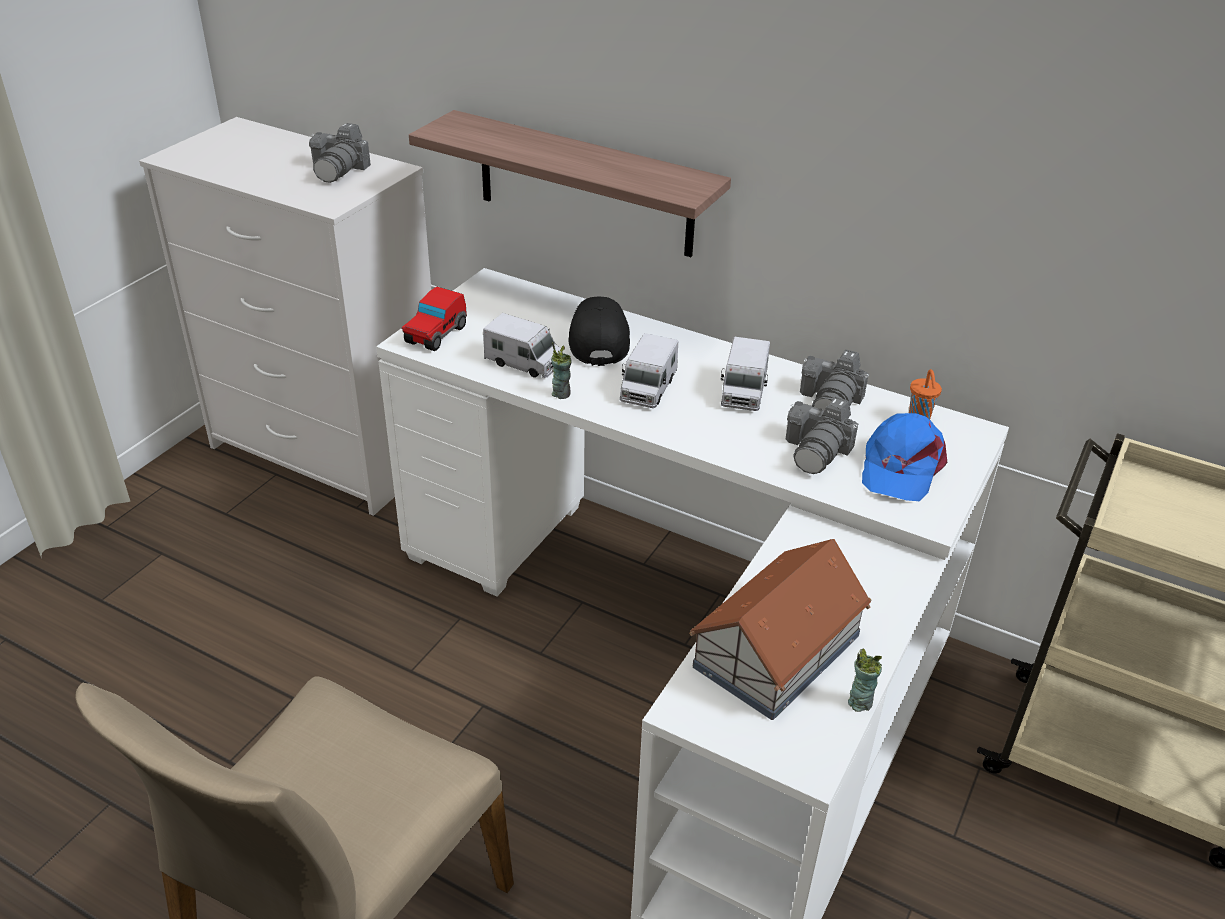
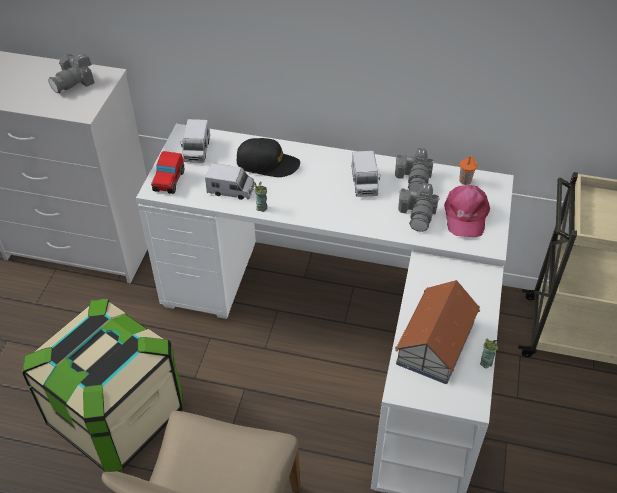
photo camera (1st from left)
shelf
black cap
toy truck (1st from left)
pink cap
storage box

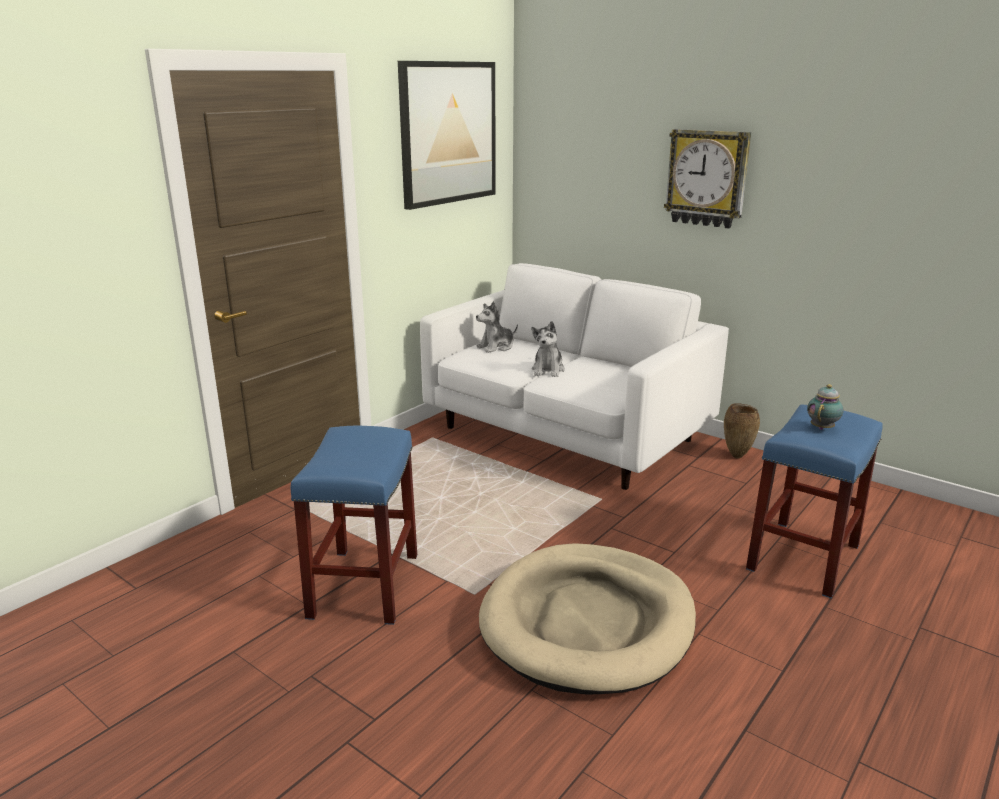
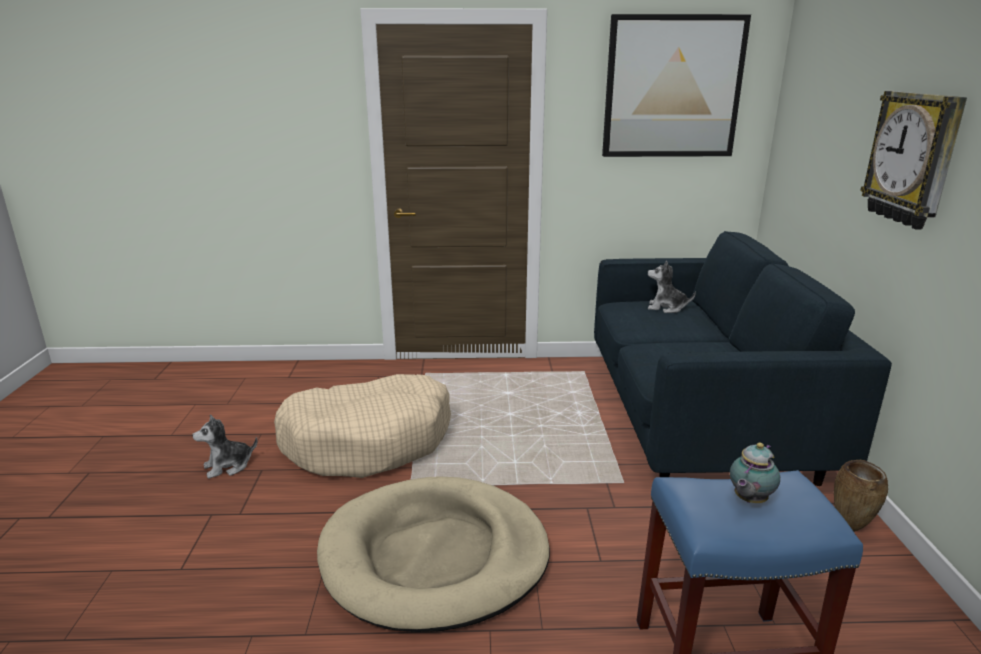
beige dog bed (1st from left)
blue sofa
plush toy (1st from left)
teapot

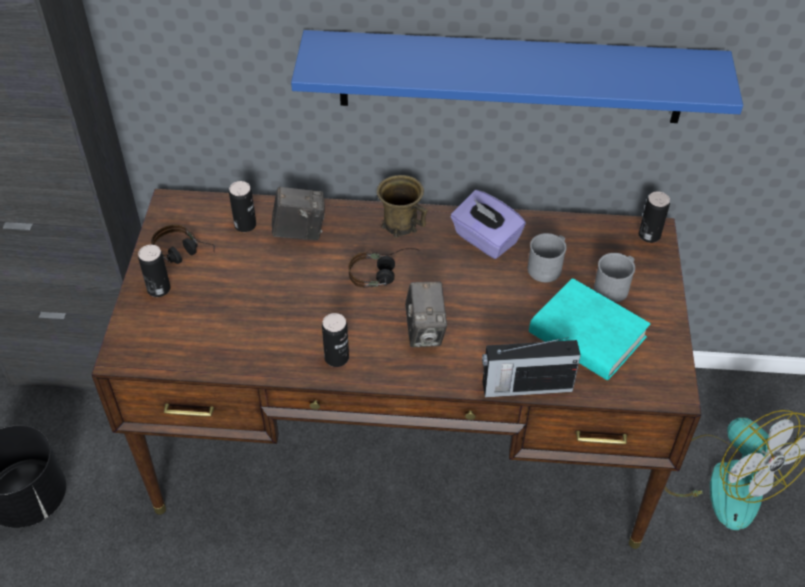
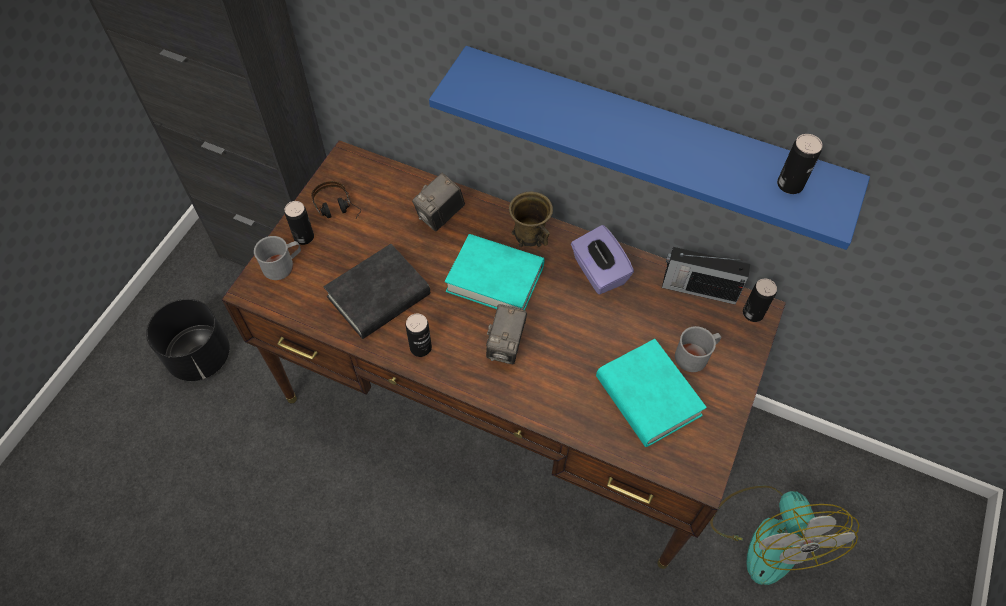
can (4th from left)
photo camera (1st from left)
turquoise book (1st from left)
radio
grey mug (1st from left)
black book

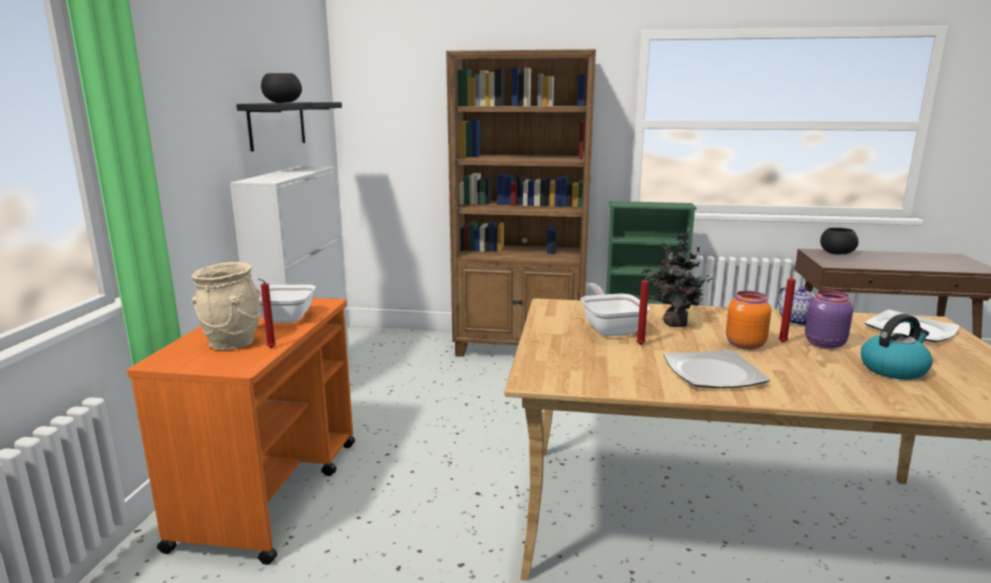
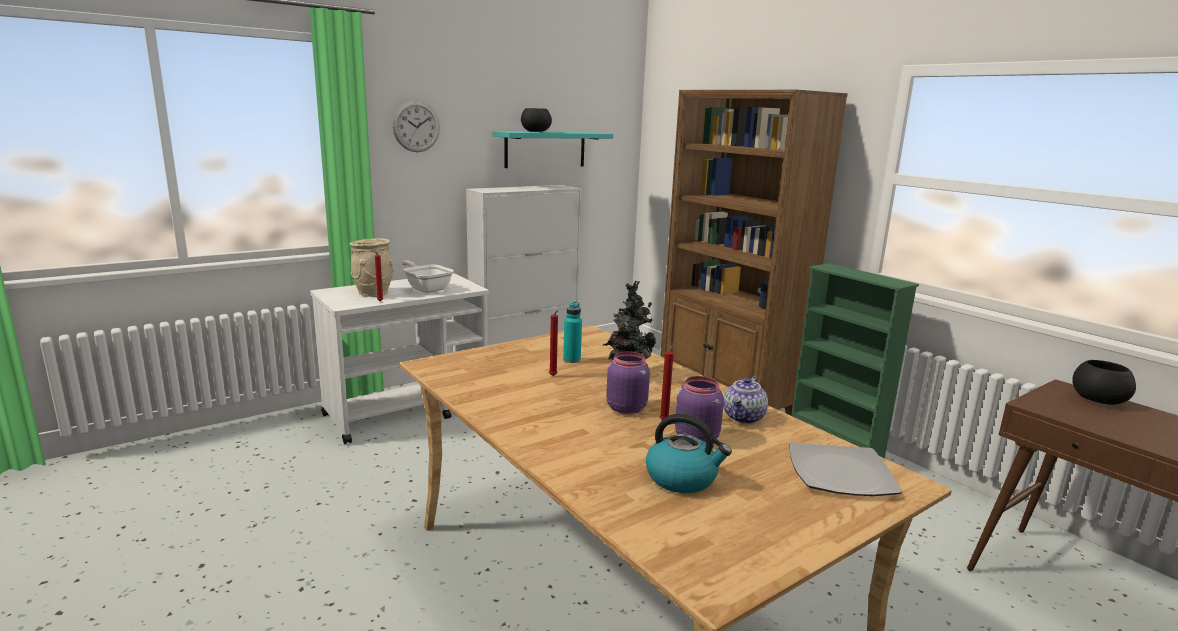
white cart
turquoise shelf
turquoise bottle
plate (1st from left in the first image)
purple jar (1st from left)
wall clock

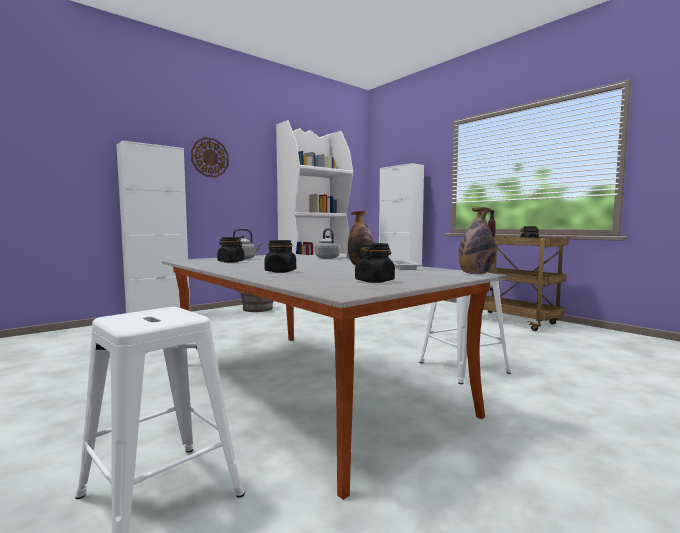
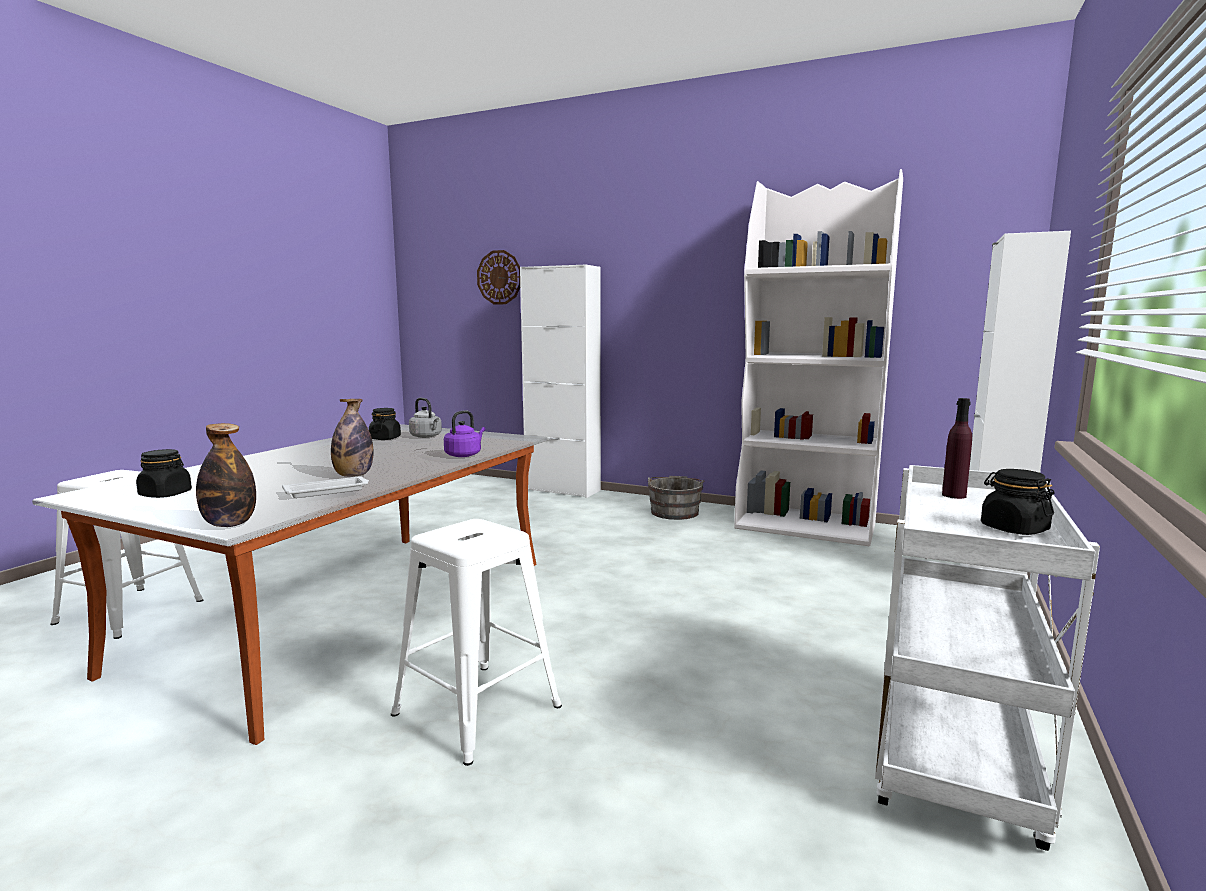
wall clock
black jar (2nd from left in the first image)
purple kettle
white cart

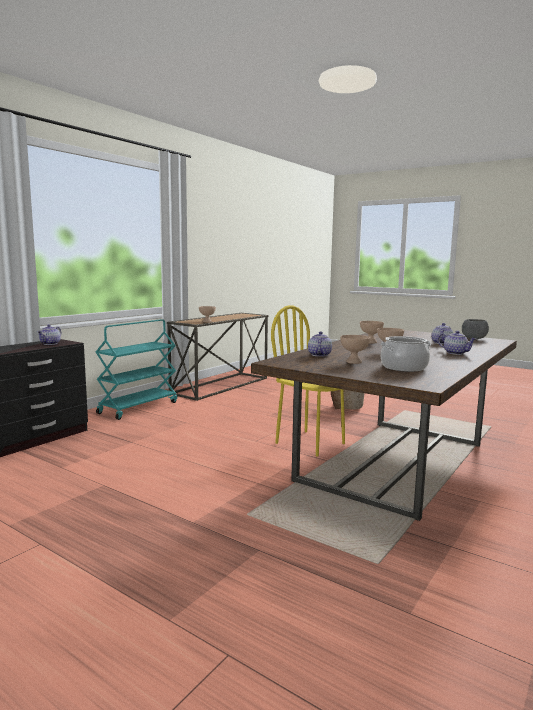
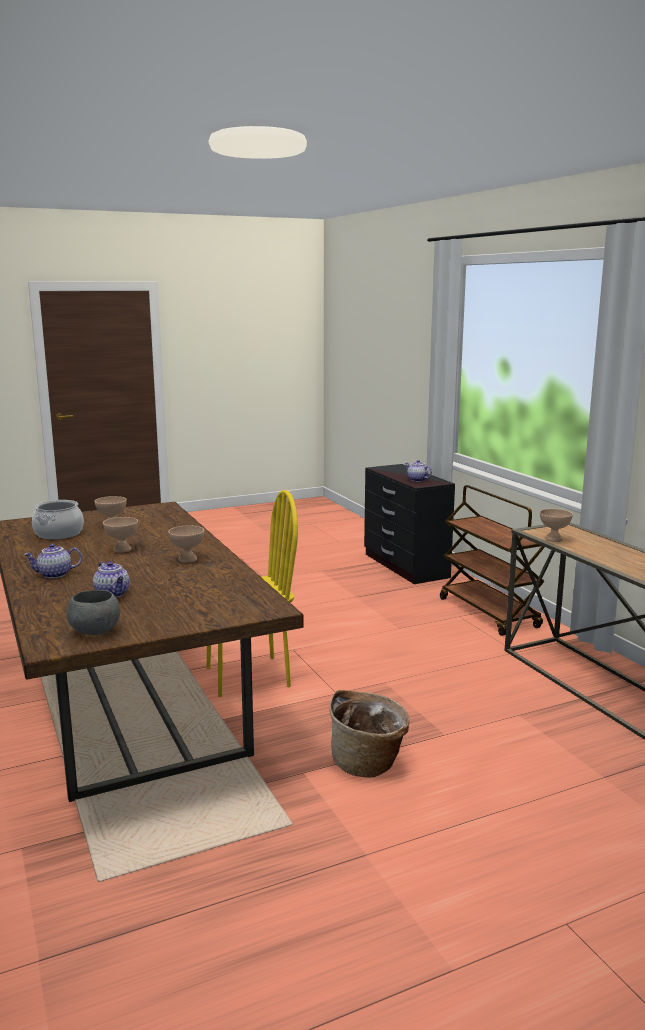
brown cart
teapot (2nd from left in the first image)

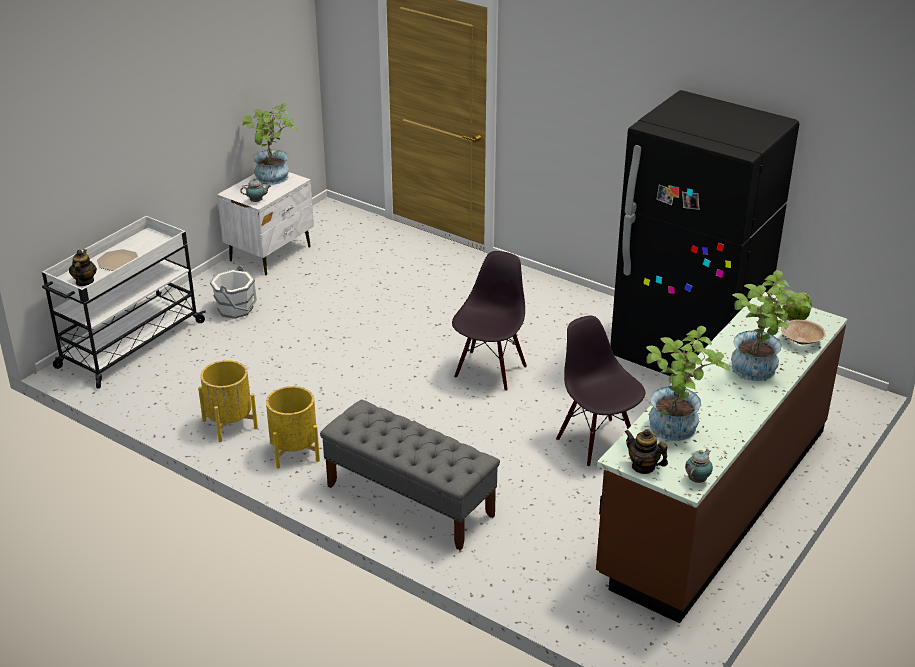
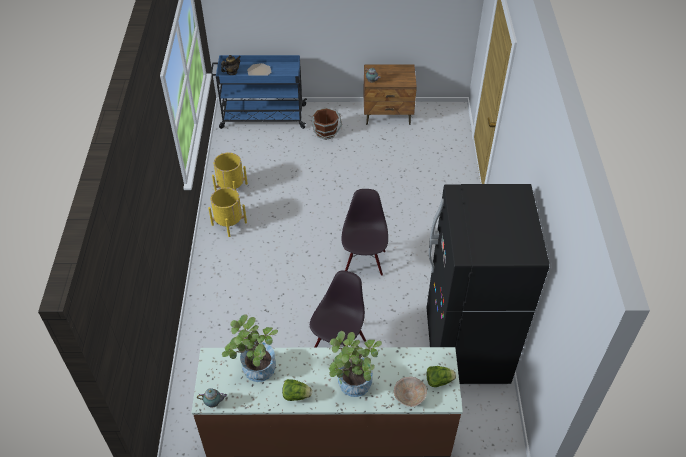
blue cart
brown bucket
brown nightstand
potted plant (1st from left in the first image)
grey bench
black chair (2nd from left)
teapot (3rd from left in the first image)
lettuce (1st from left)

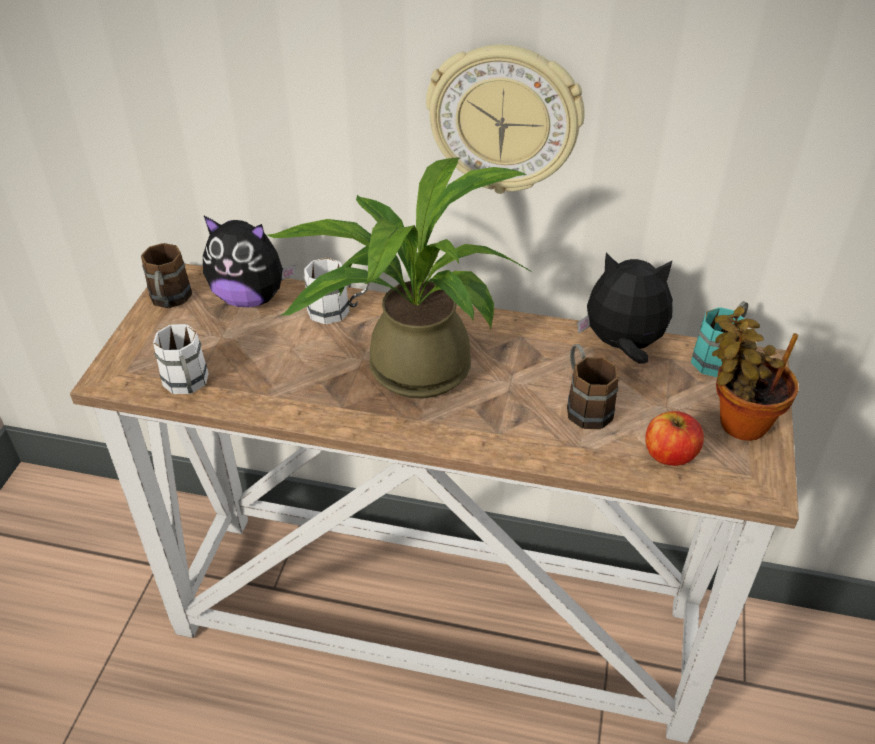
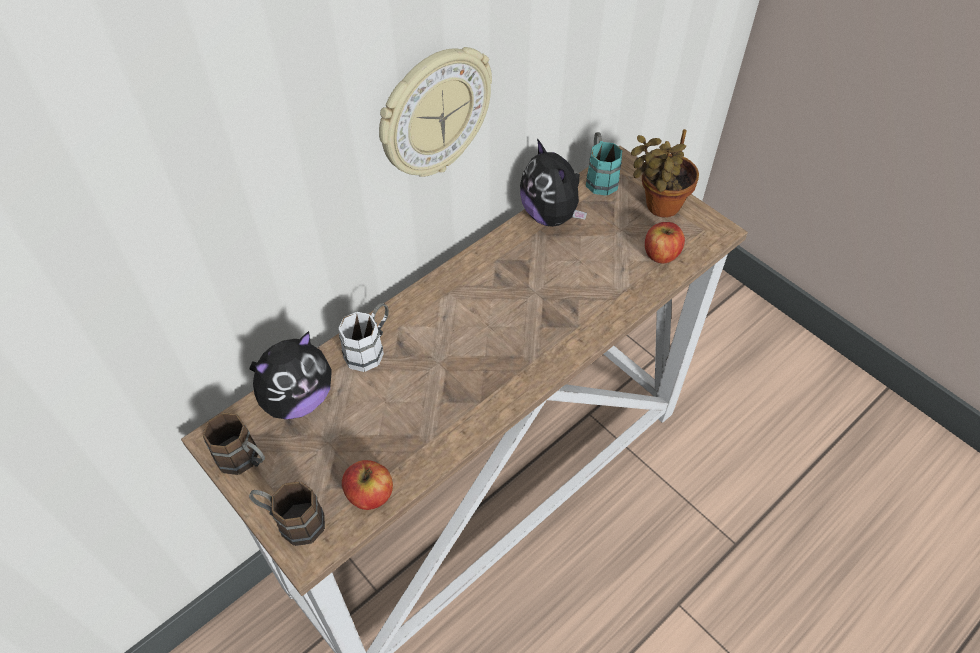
apple (1st from left)
potted plant (1st from left in the first image)
brown mug (2nd from left)
plush toy (2nd from left)

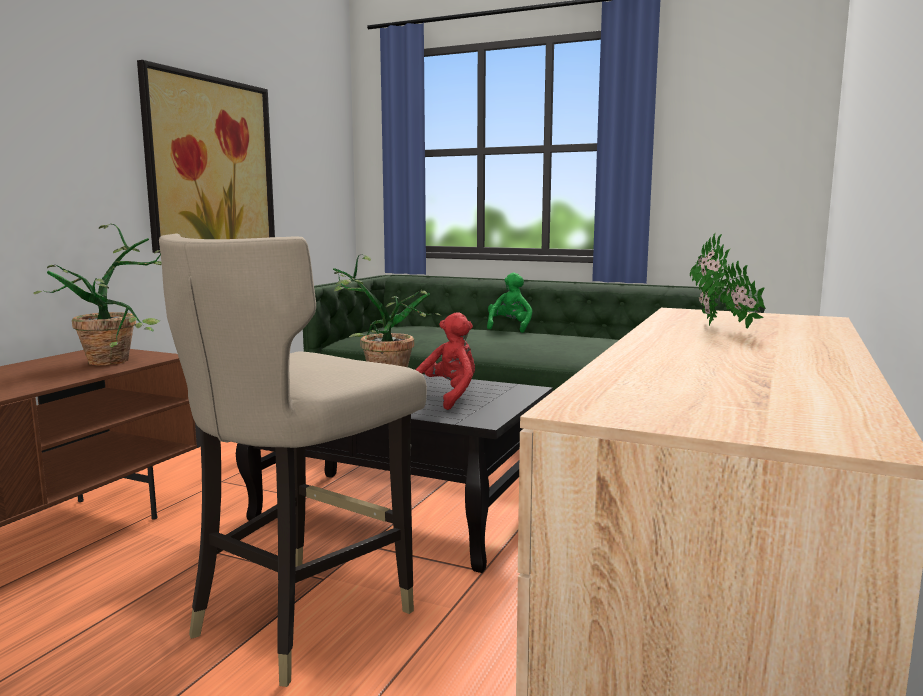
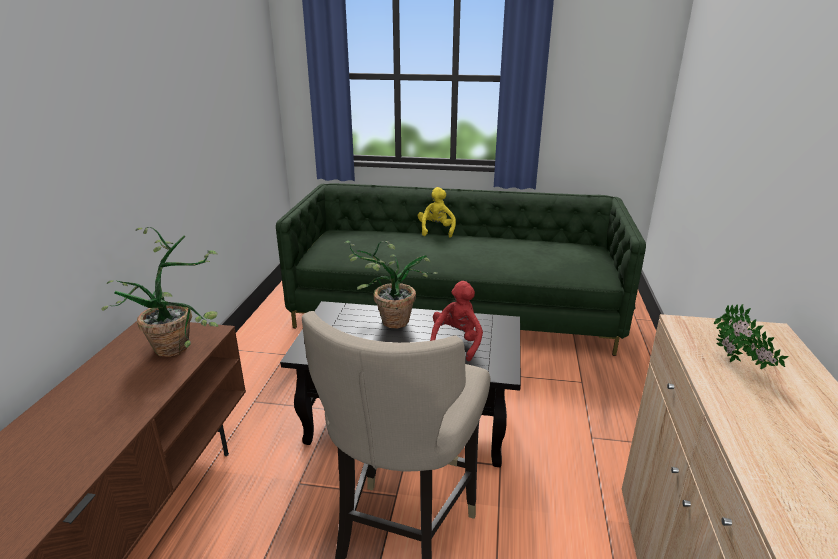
picture
yellow plush toy

